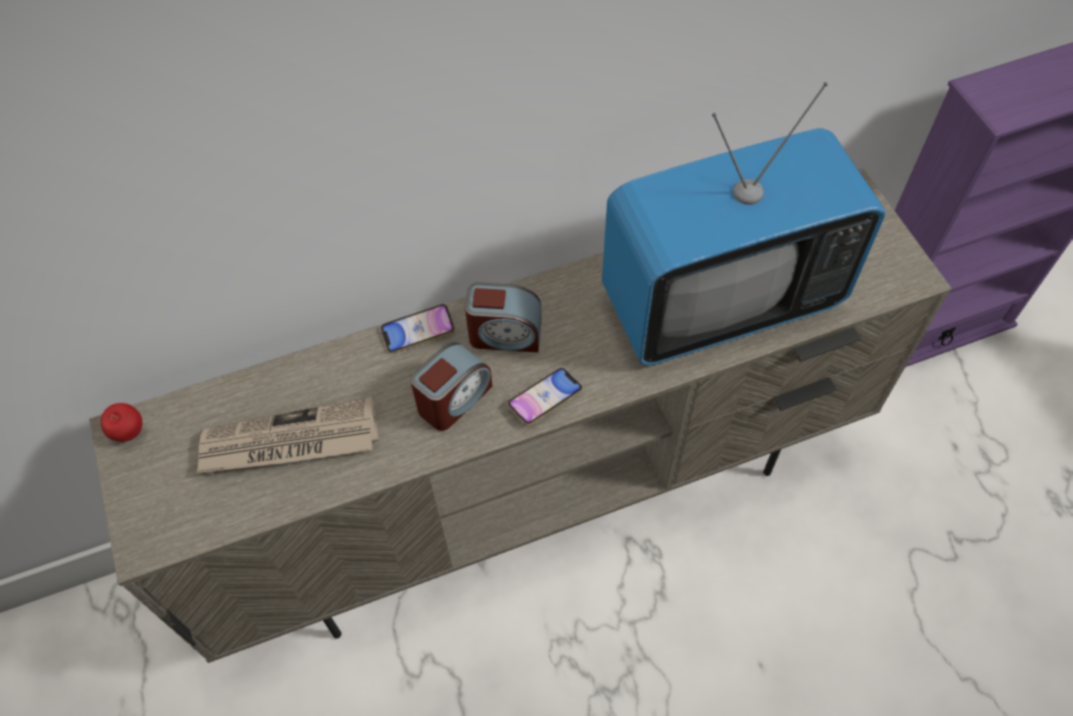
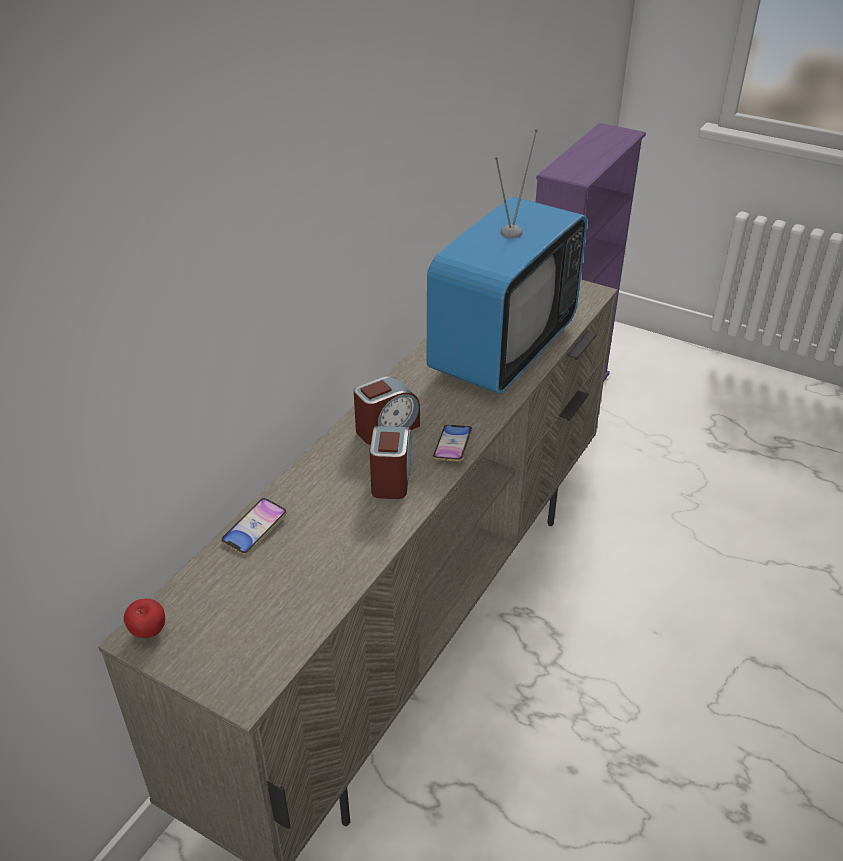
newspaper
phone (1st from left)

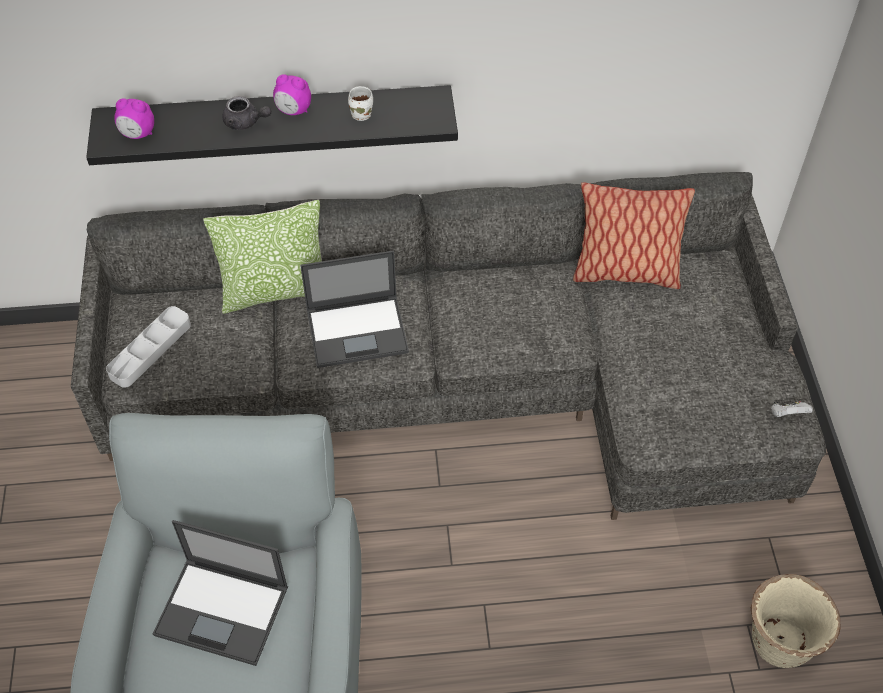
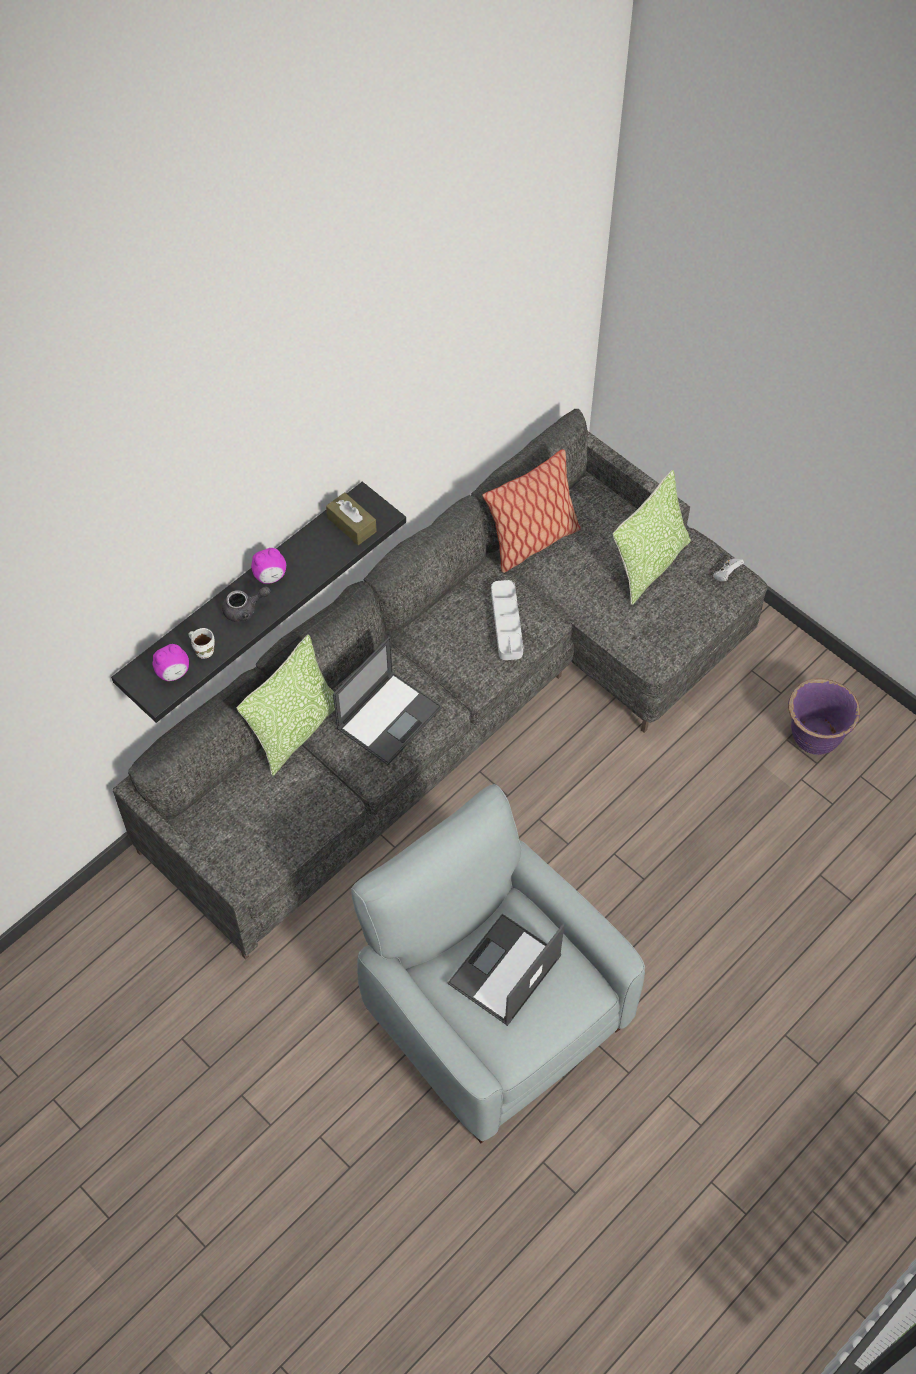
grey tray
laptop (2nd from left)
white mug
purple planter
brown tissue box
pillow (3rd from left)

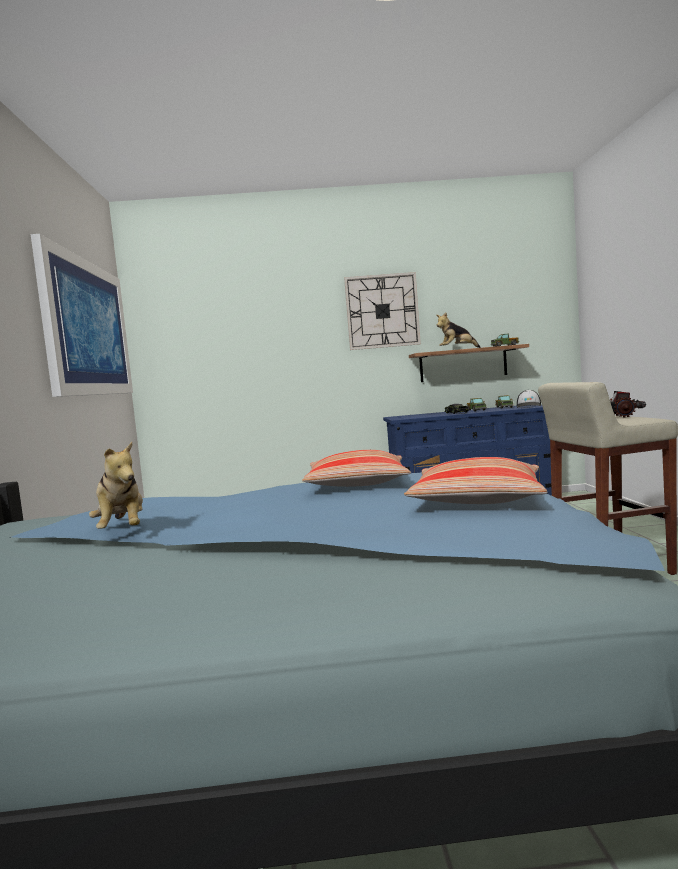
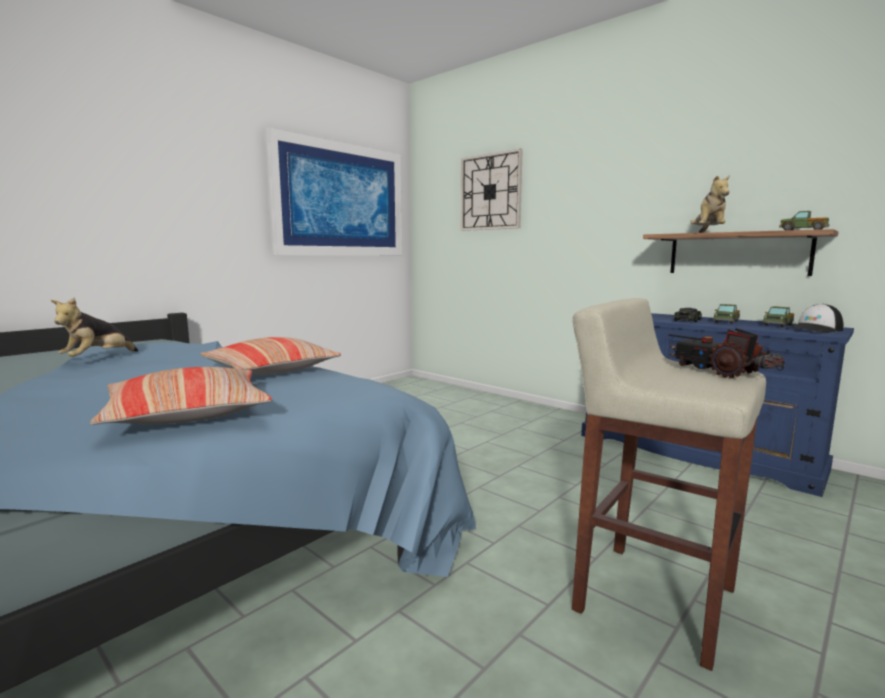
wall clock
plush toy (2nd from left)

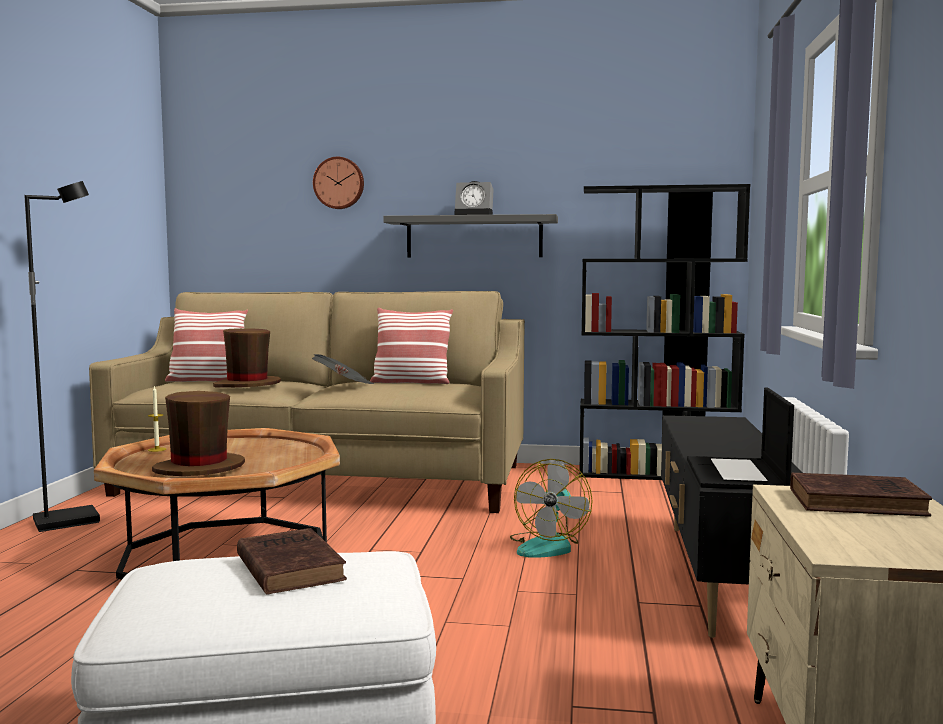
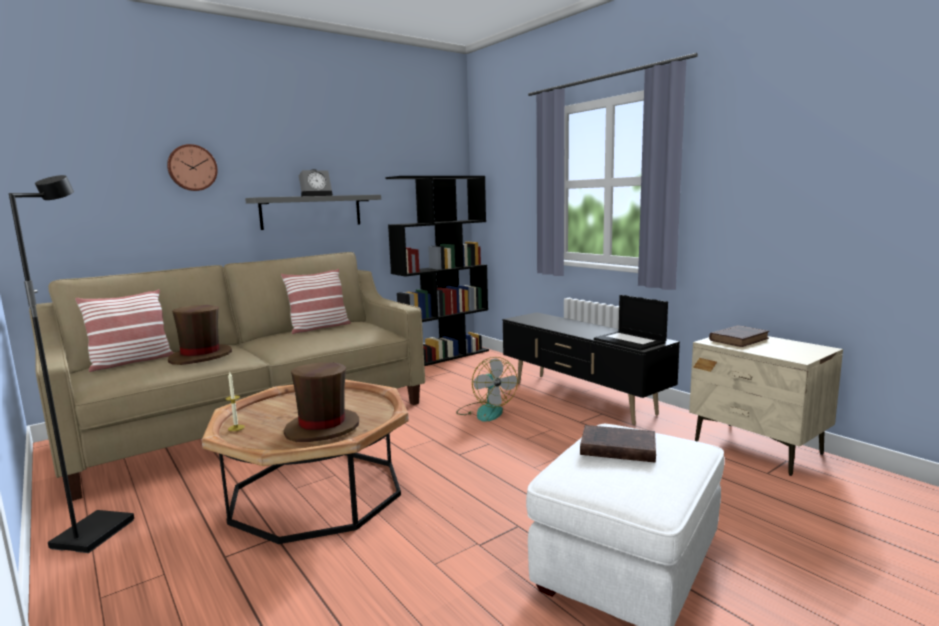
newspaper

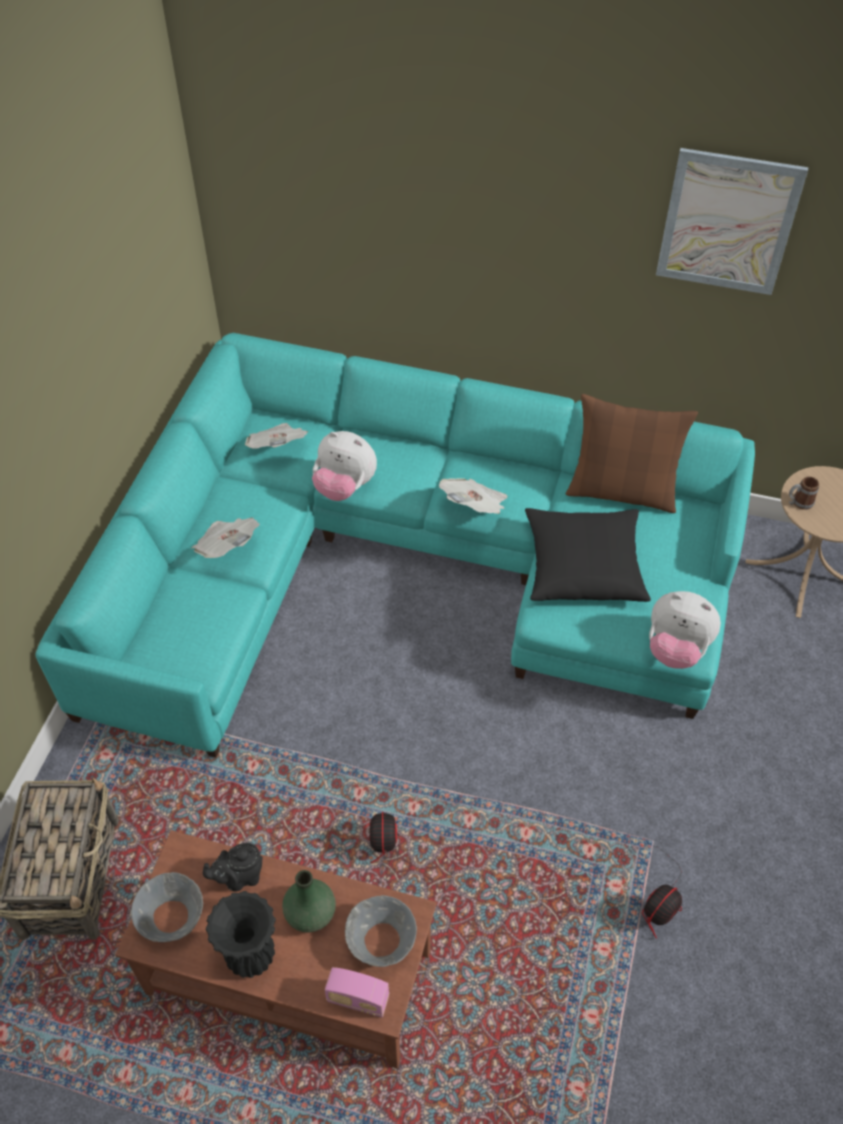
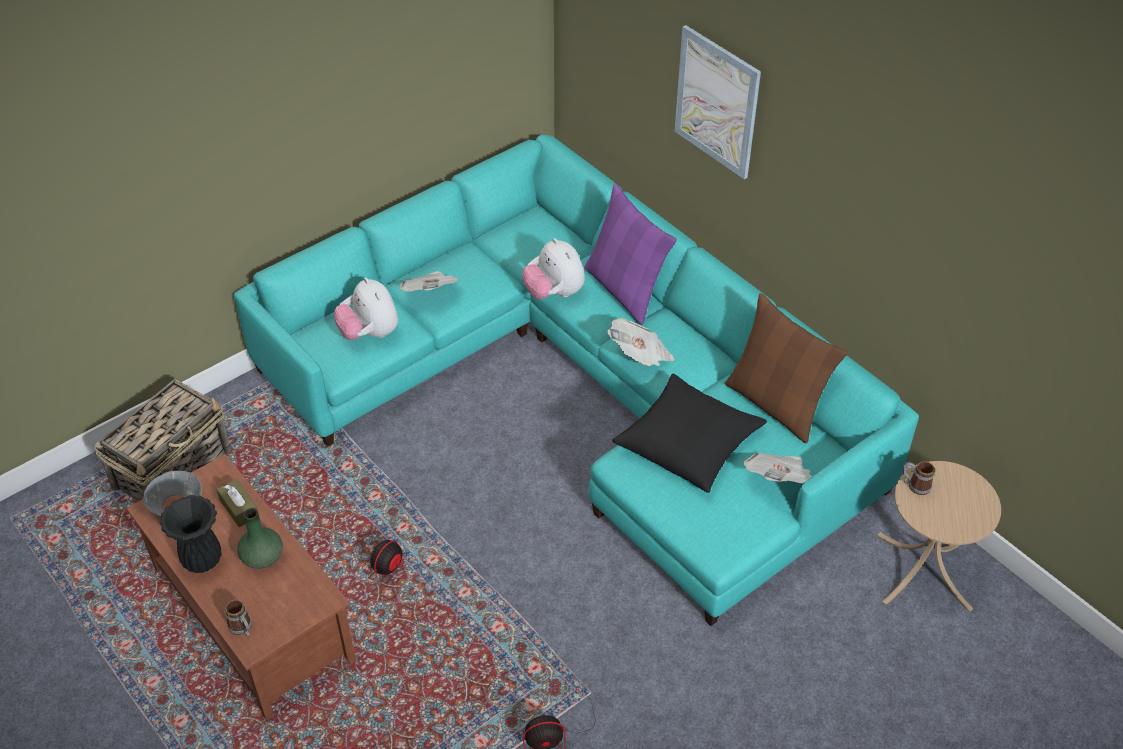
brown tissue box
newspaper (3rd from left)
mug (1st from left)
grey bowl (2nd from left in the first image)
plush toy (1st from left)
picture
purple pillow

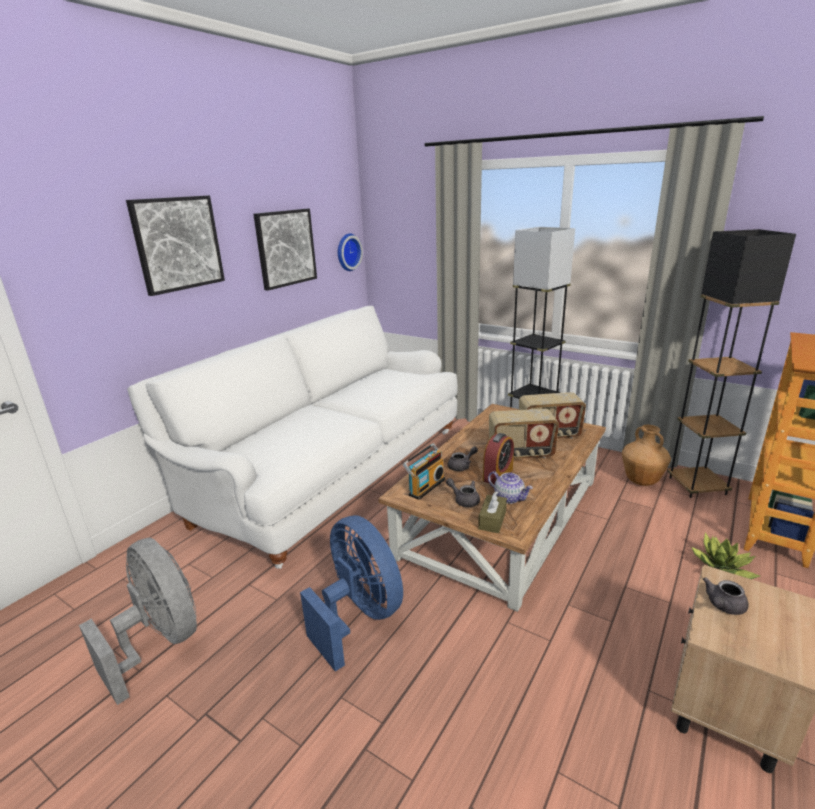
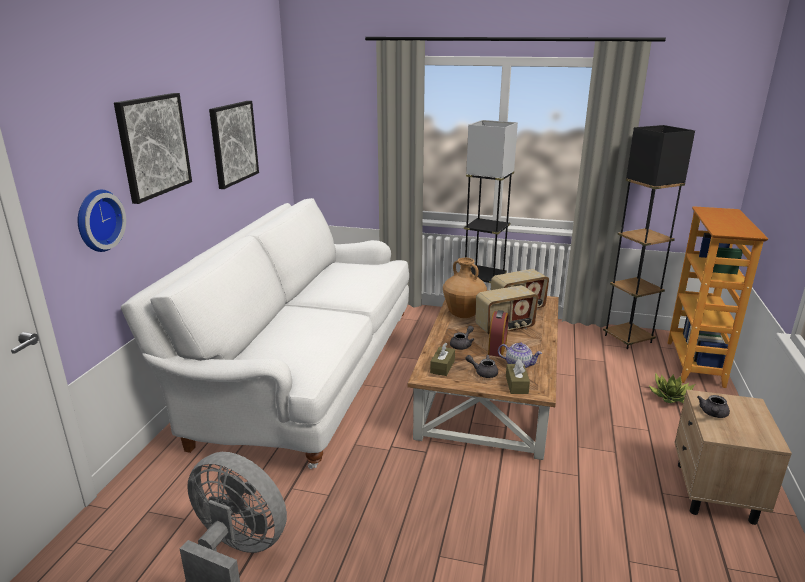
blue fan
wall clock
brown tissue box (1st from left)
brown vase

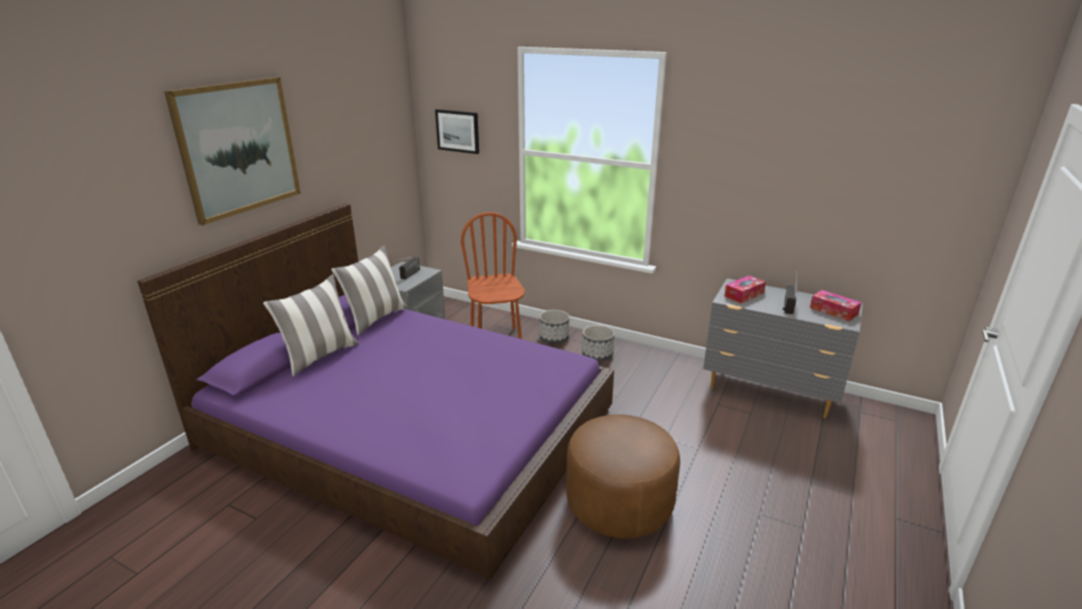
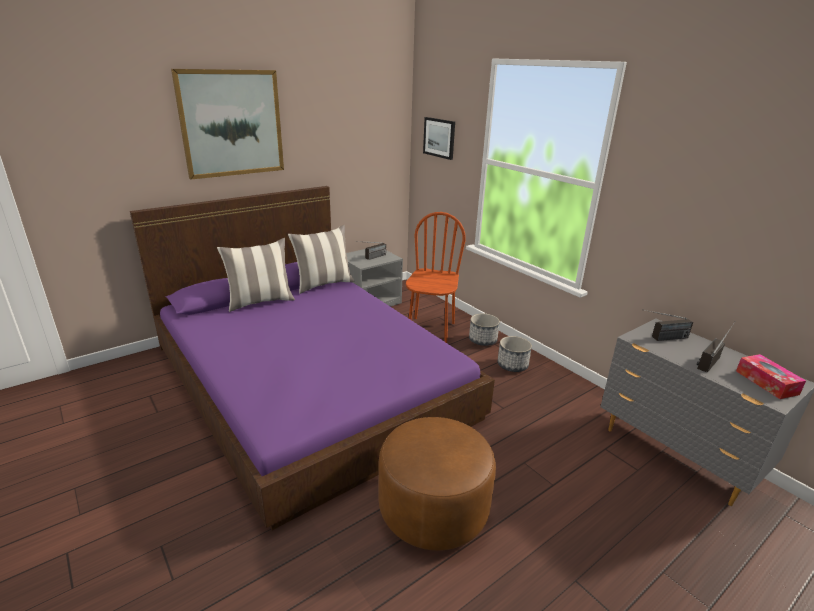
radio (2nd from left)

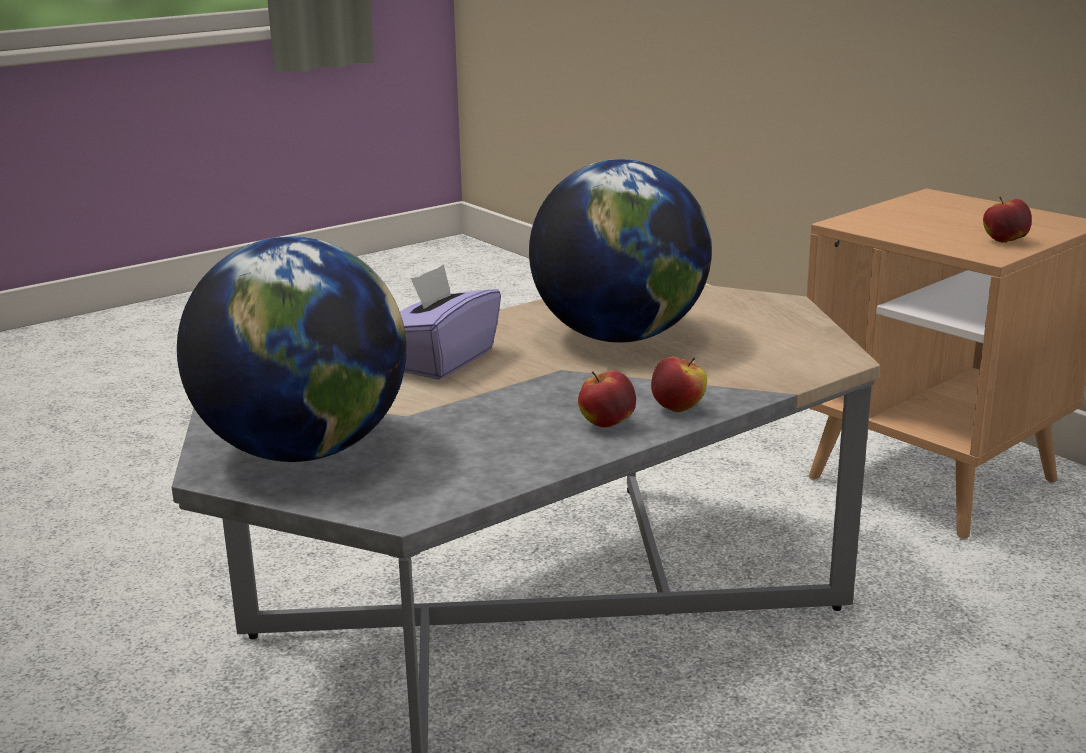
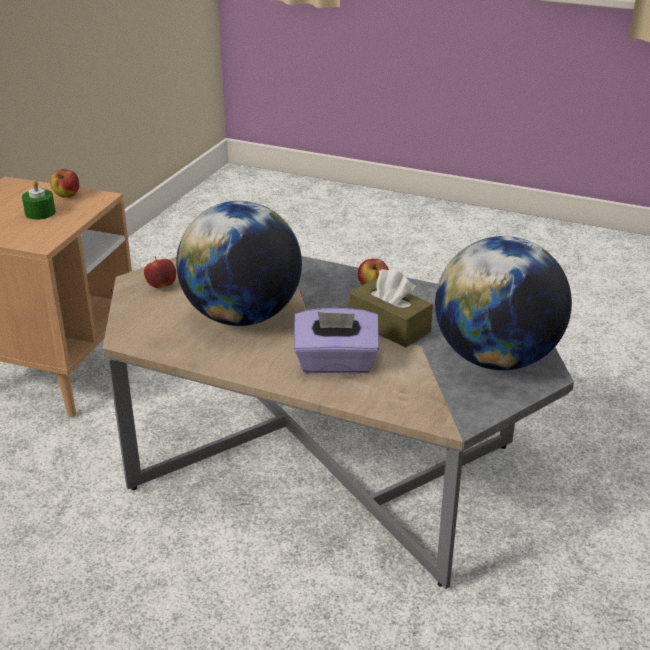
apple (2nd from left)
green candle
brown tissue box

